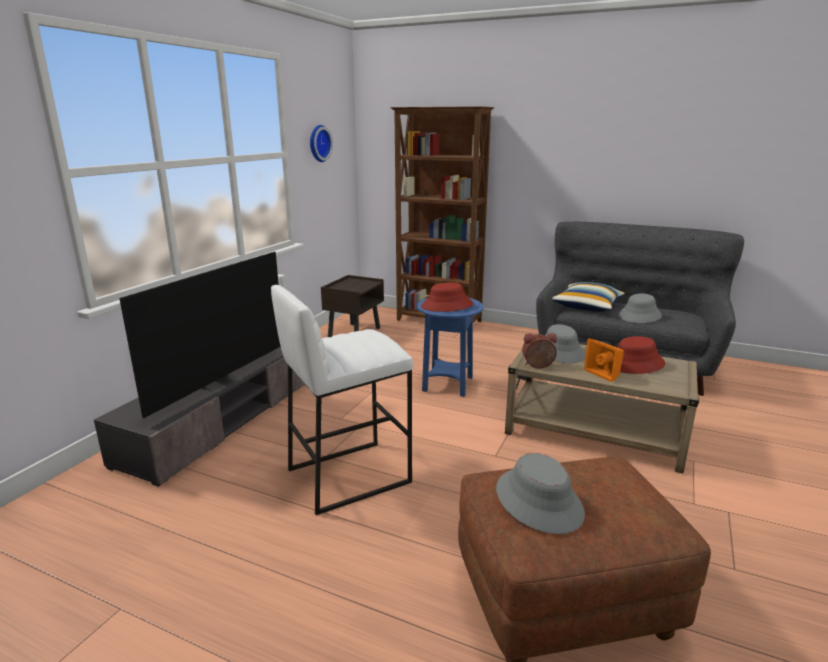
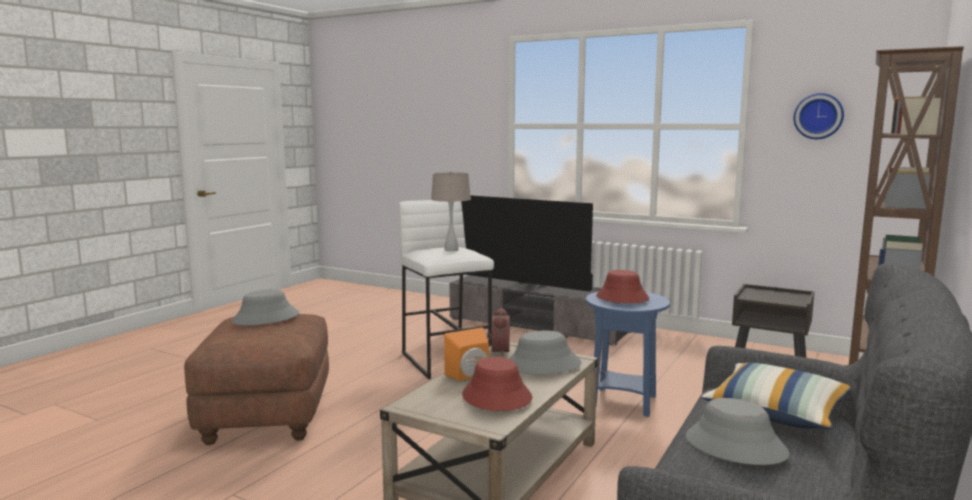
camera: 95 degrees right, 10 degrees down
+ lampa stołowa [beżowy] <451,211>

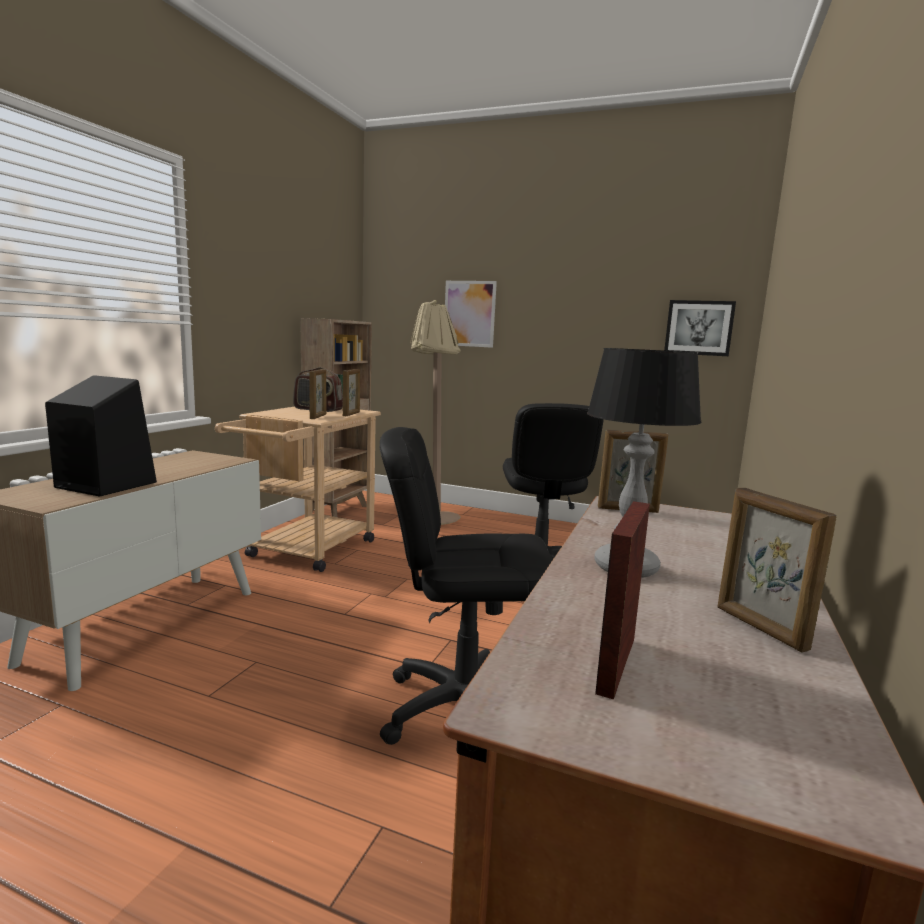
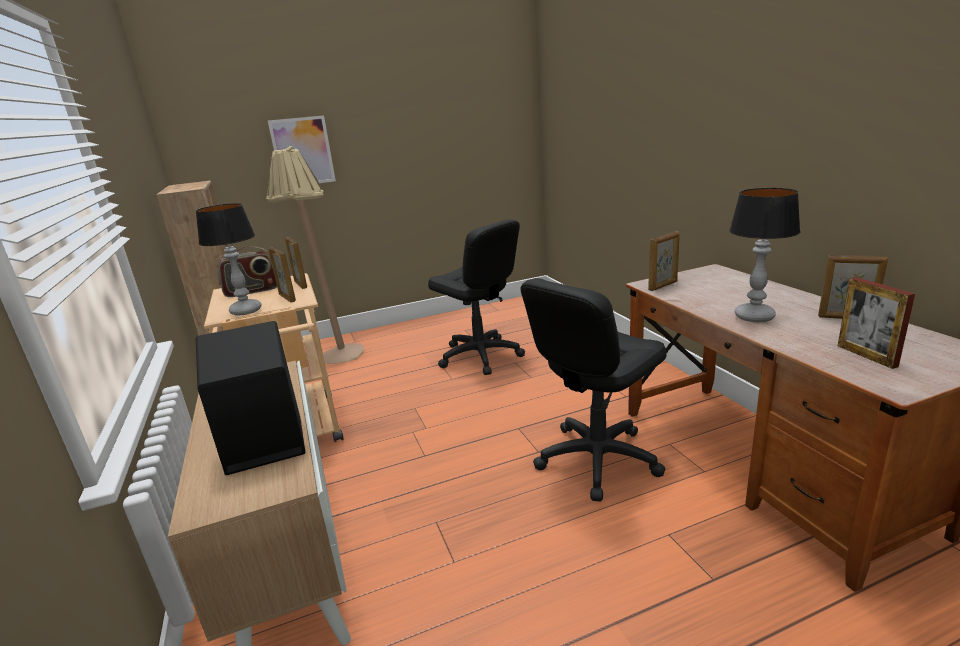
camera: 40 degrees left, 10 degrees up
- obraz <700,328>
+ lampa stołowa <229,259>

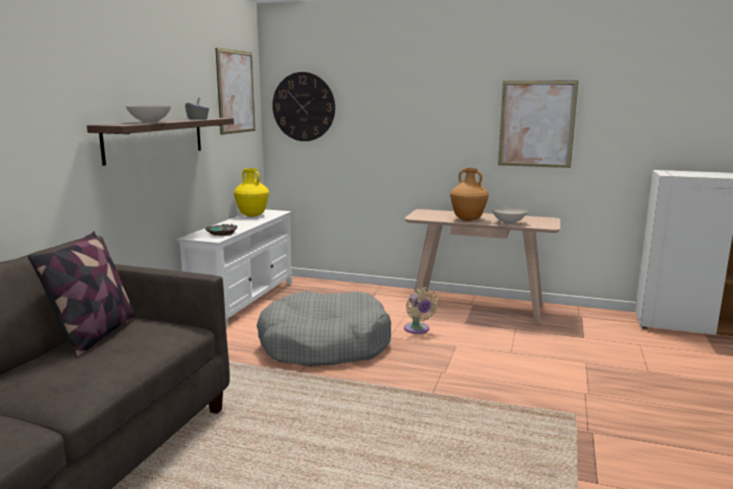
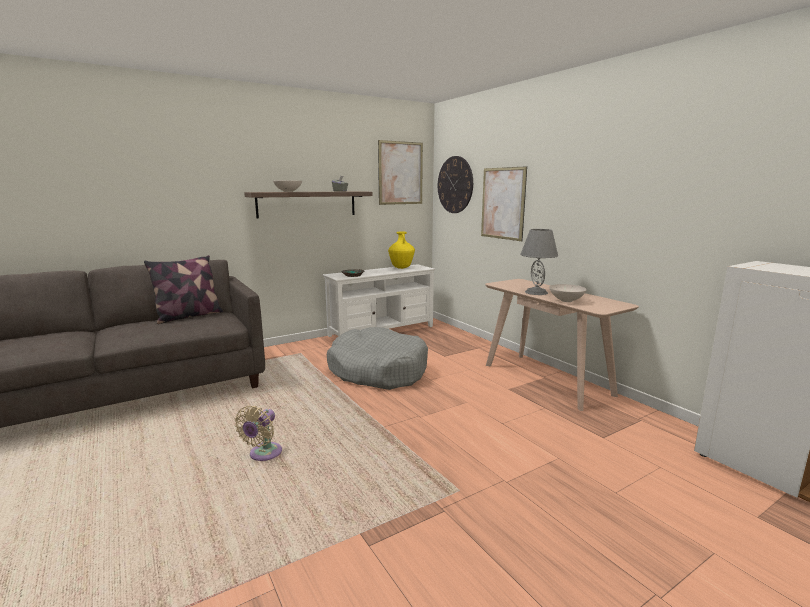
camera: 40 degrees right, 0 degrees up
~ obraz <538,124> to <504,203>
~ wazon [brązowy] <469,194> to lampa stołowa [szary] <539,262>
~ wentylator [beżowy] <421,310> to <258,433>

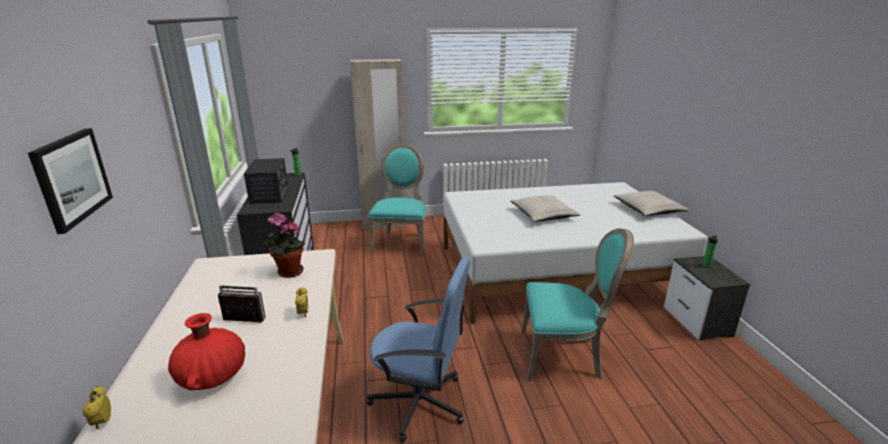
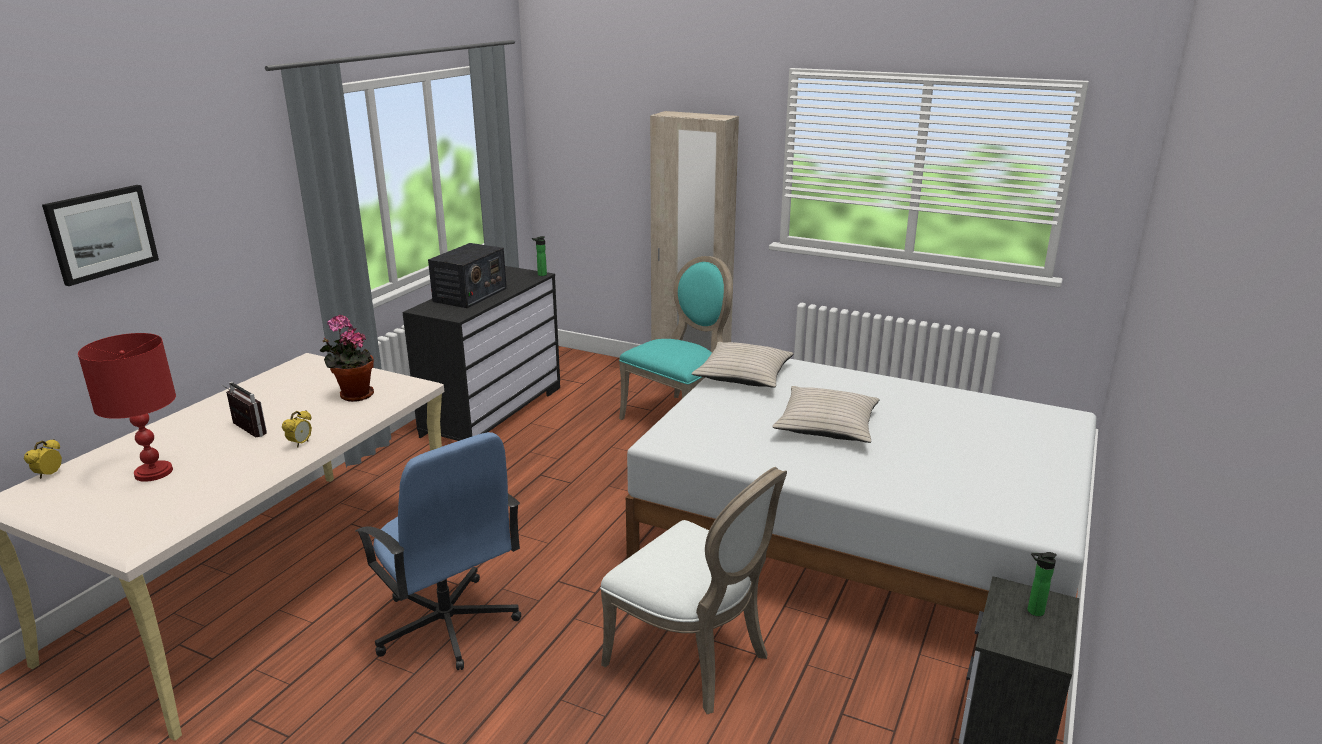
camera: 35 degrees right, 0 degrees up
~ poduszka [beżowy] <651,203> to <743,365>
~ krzesło [turkusowy] <577,304> to krzesło [biały] <693,590>
~ wazon [czerwony] <206,351> to lampa stołowa [czerwony] <127,407>

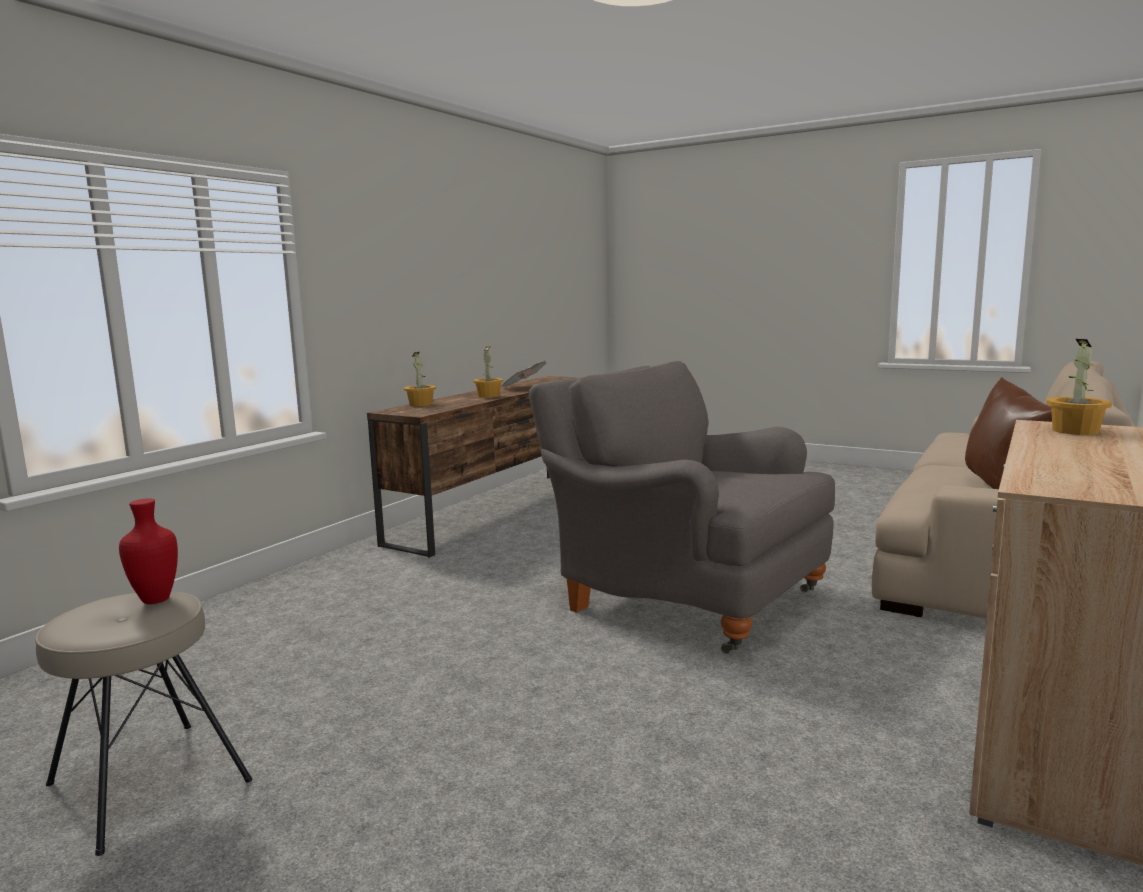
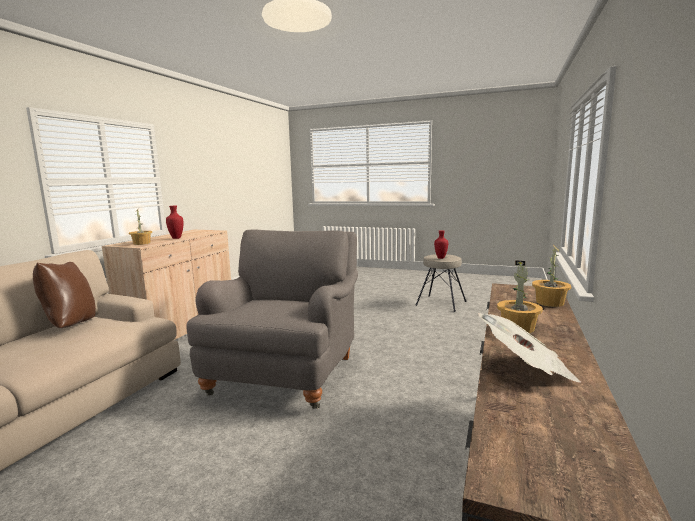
camera: 170 degrees right, 0 degrees up
~ fotel [szary] <681,507> = <272,319> 105 degrees counterclockwise
+ wazon [czerwony] <174,222>

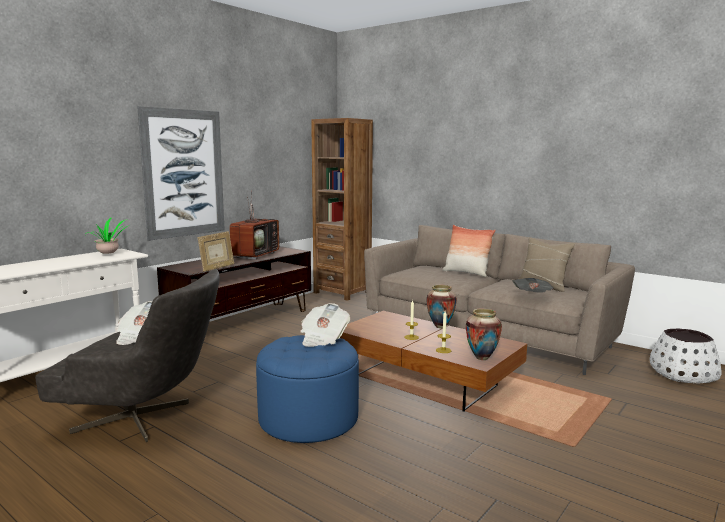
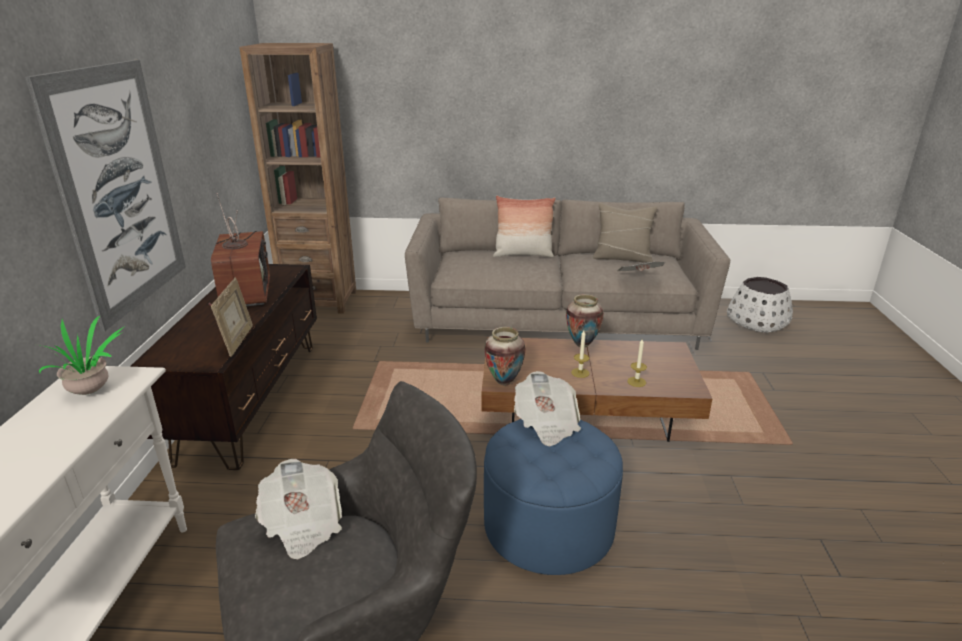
camera: 35 degrees left, 15 degrees up
~ wazon <484,334> to <505,356>

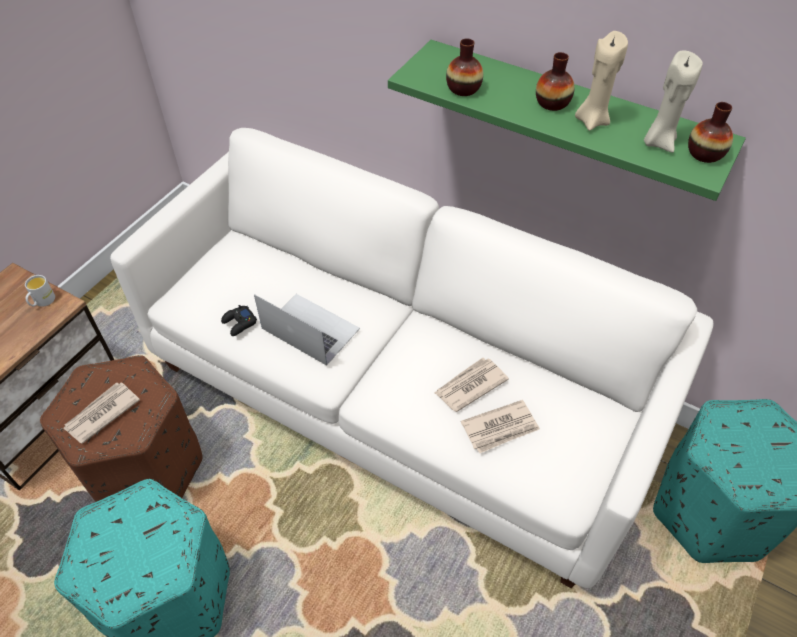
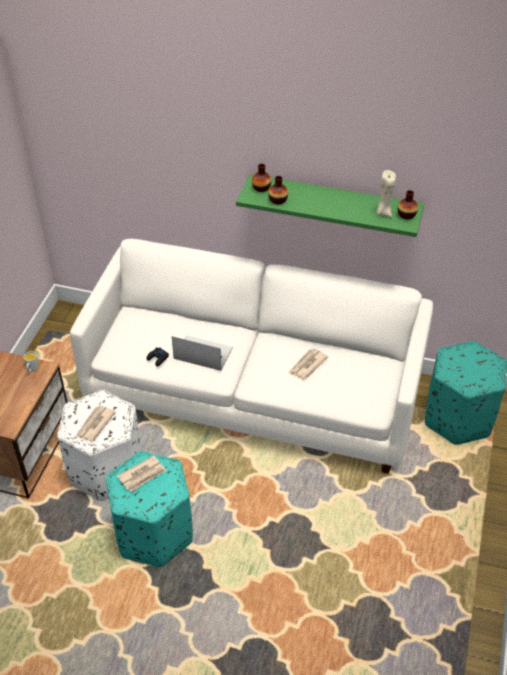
camera: 15 degrees left, 5 degrees down
- świeca [beżowy] <601,81>
~ wazon <555,81> to <261,178>
~ pufa [brązowy] <121,428> to pufa [biały] <99,445>
~ gazeta <500,426> to <142,473>

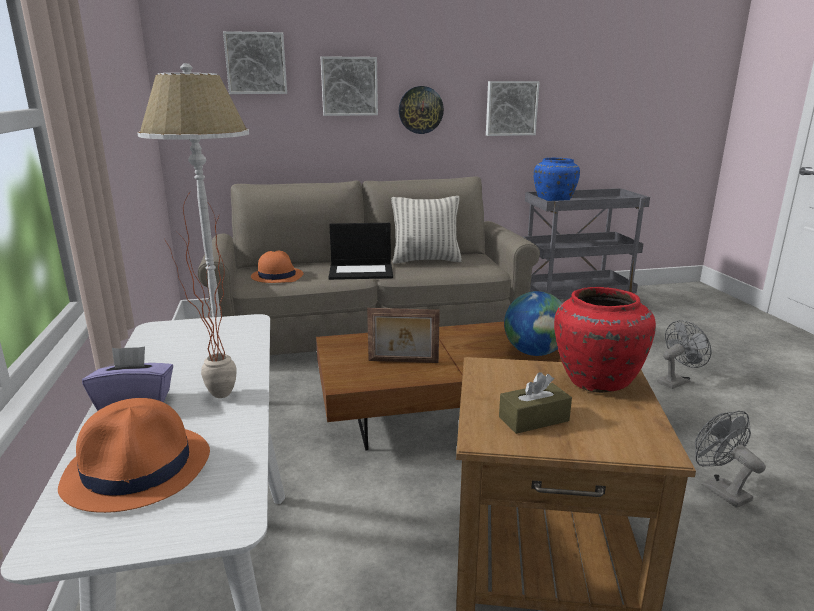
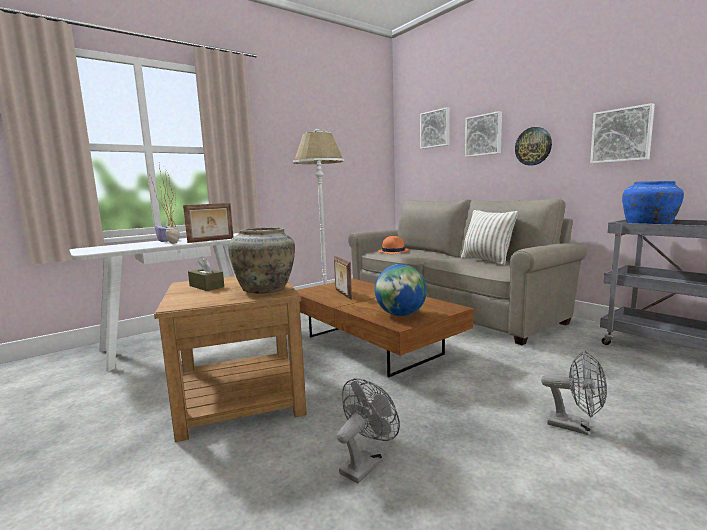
camera: 65 degrees right, 10 degrees down
- laptop <361,251>
~ wazon [czerwony] <605,340> to wazon [beżowy] <261,260>
- kapelusz [pomarańczowy] <134,455>
+ ramka na zdjęcie <208,223>

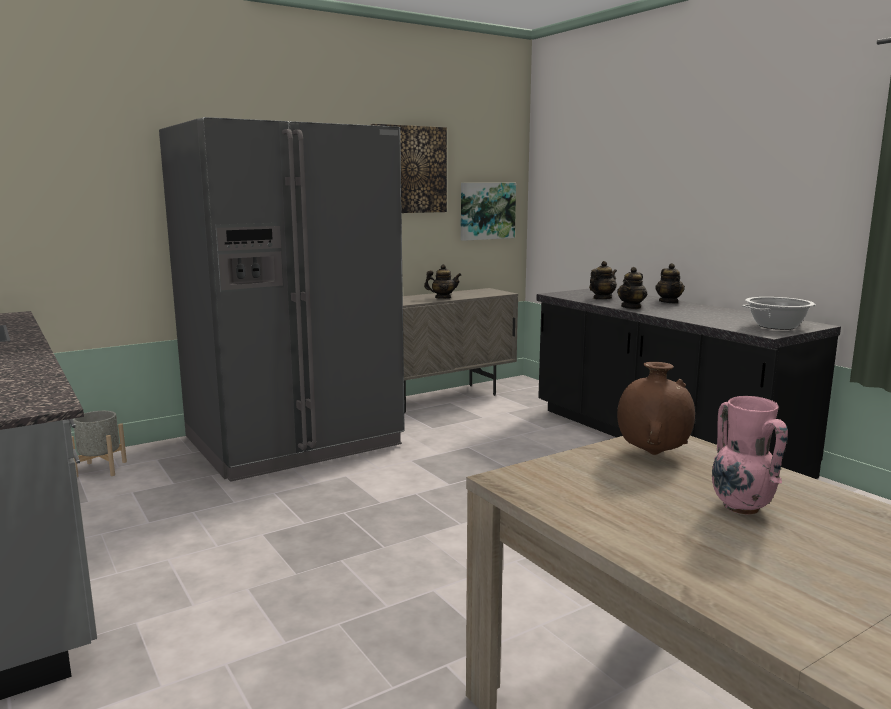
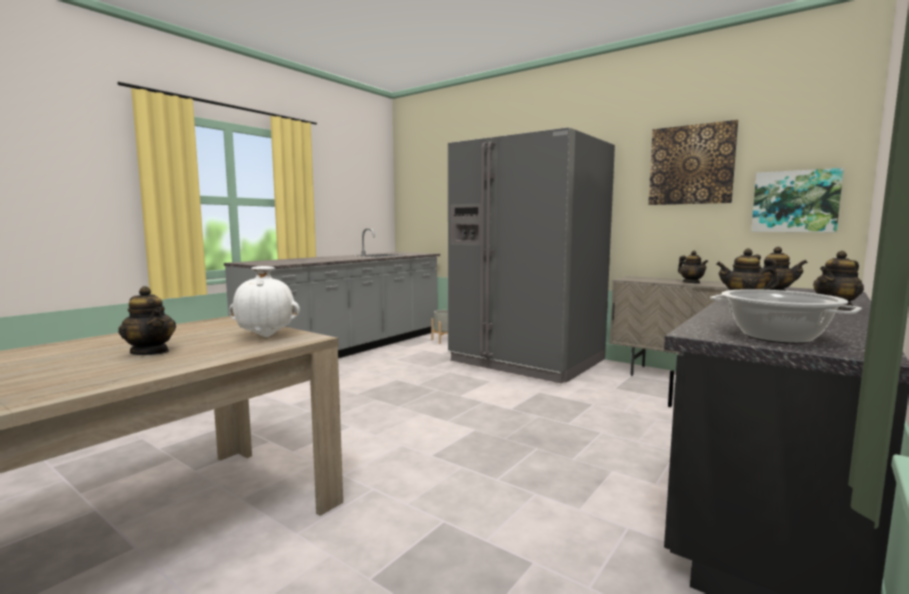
camera: 70 degrees right, 5 degrees down
~ wazon [brązowy] <656,408> to wazon [biały] <264,301>
~ wazon [różowy] <750,455> to imbryk <147,320>

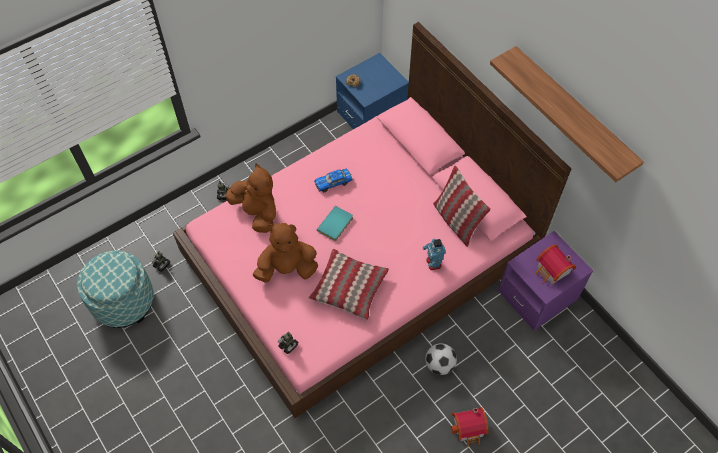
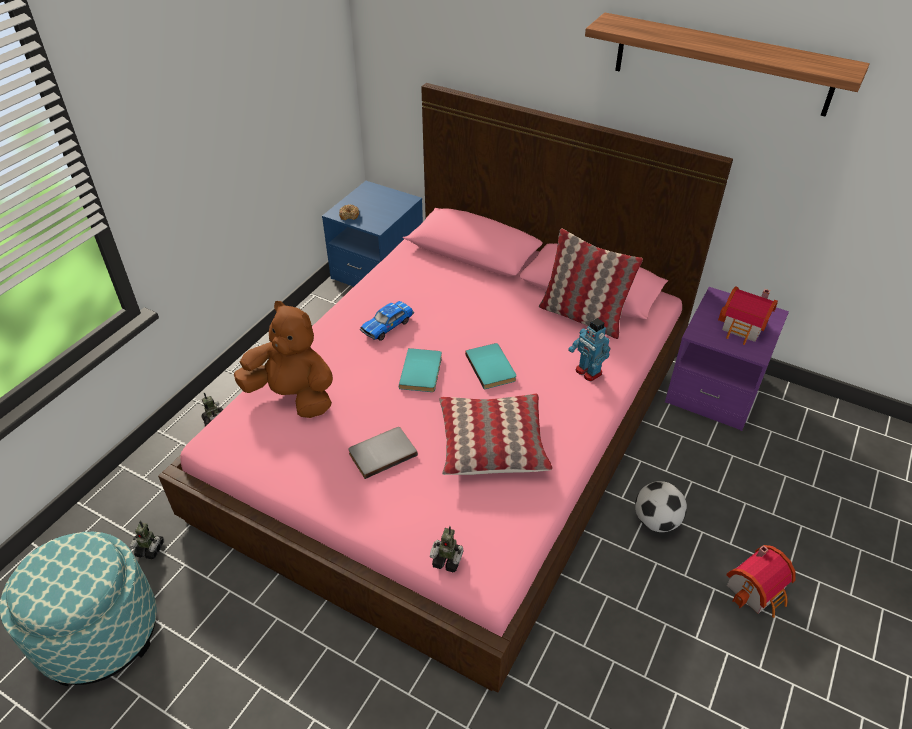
camera: 25 degrees left, 15 degrees down
~ pluszak [brązowy] <285,252> to książka [szary] <383,453>
+ książka [turkusowy] <490,366>

